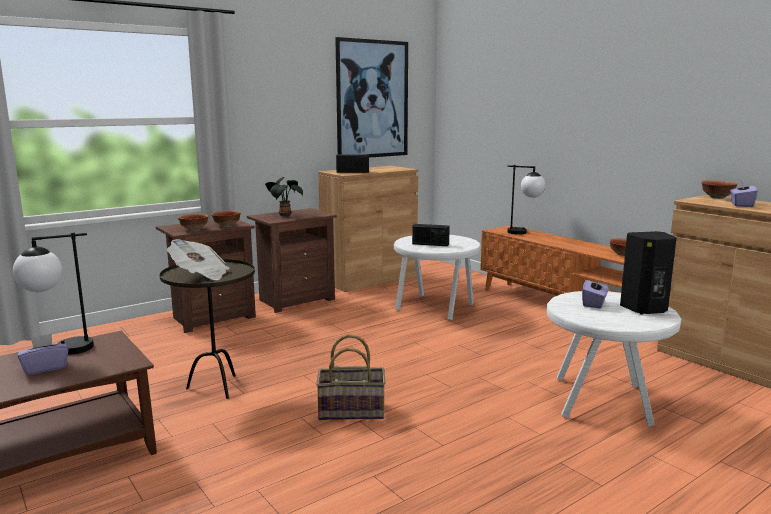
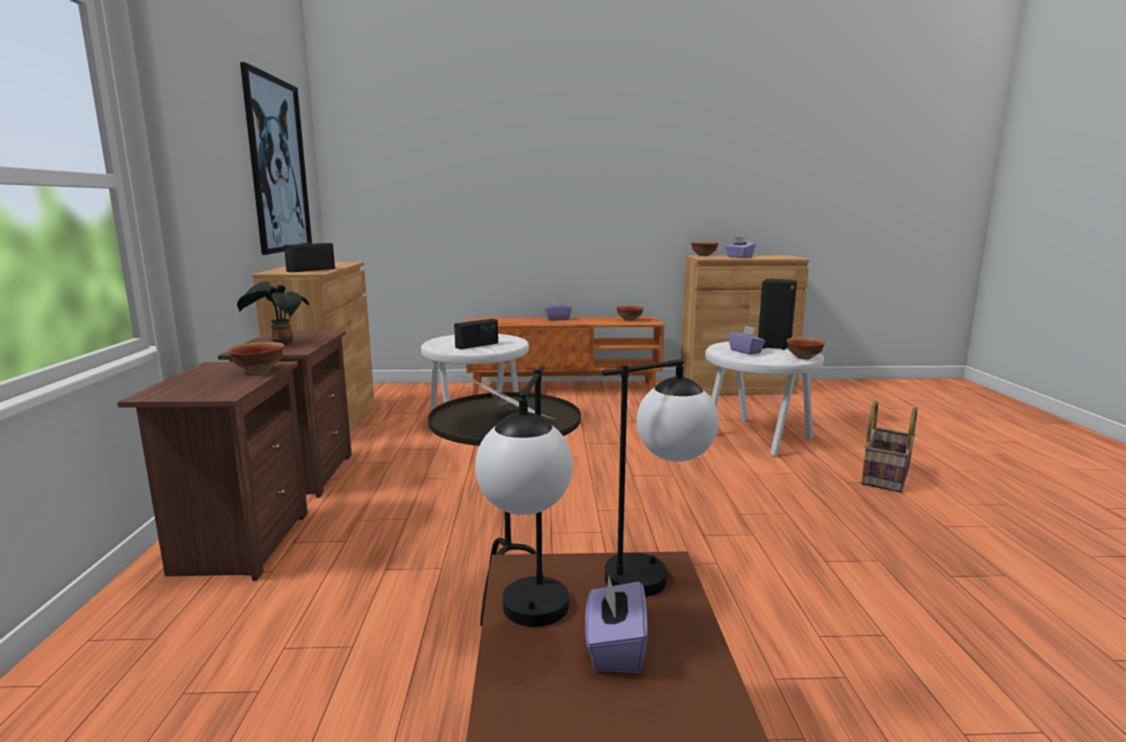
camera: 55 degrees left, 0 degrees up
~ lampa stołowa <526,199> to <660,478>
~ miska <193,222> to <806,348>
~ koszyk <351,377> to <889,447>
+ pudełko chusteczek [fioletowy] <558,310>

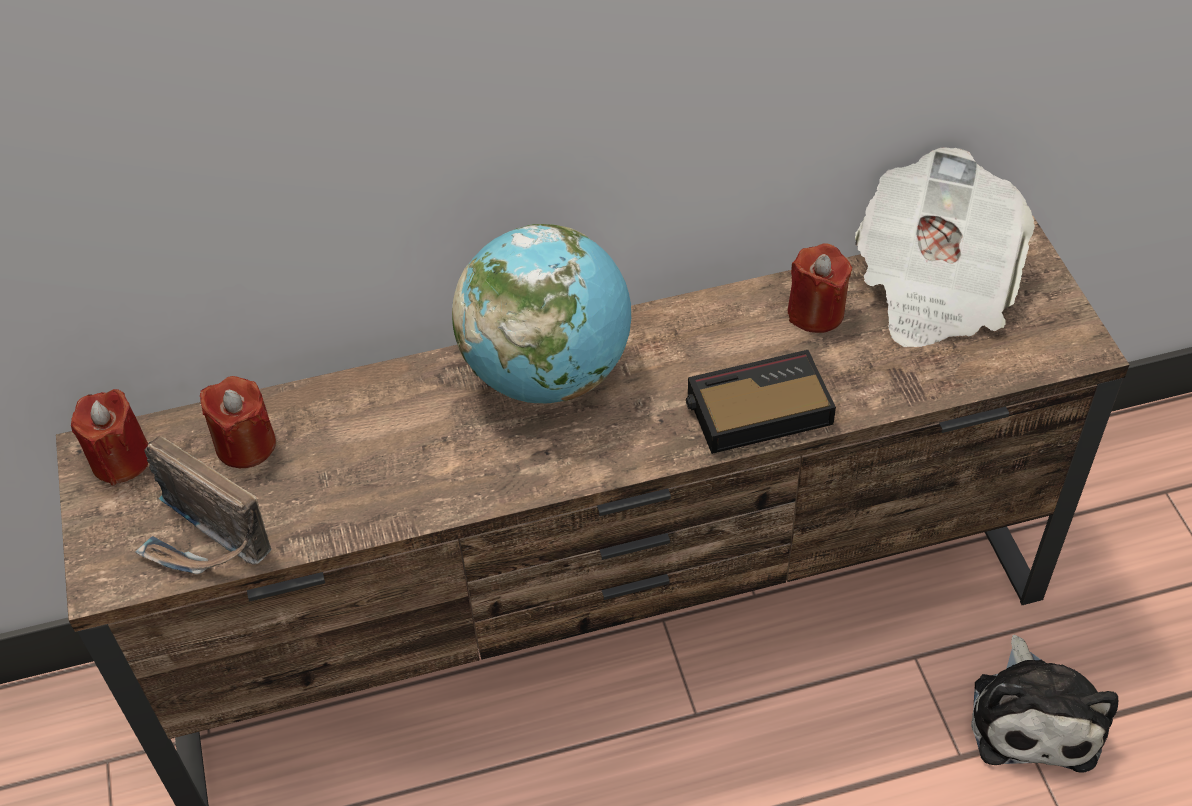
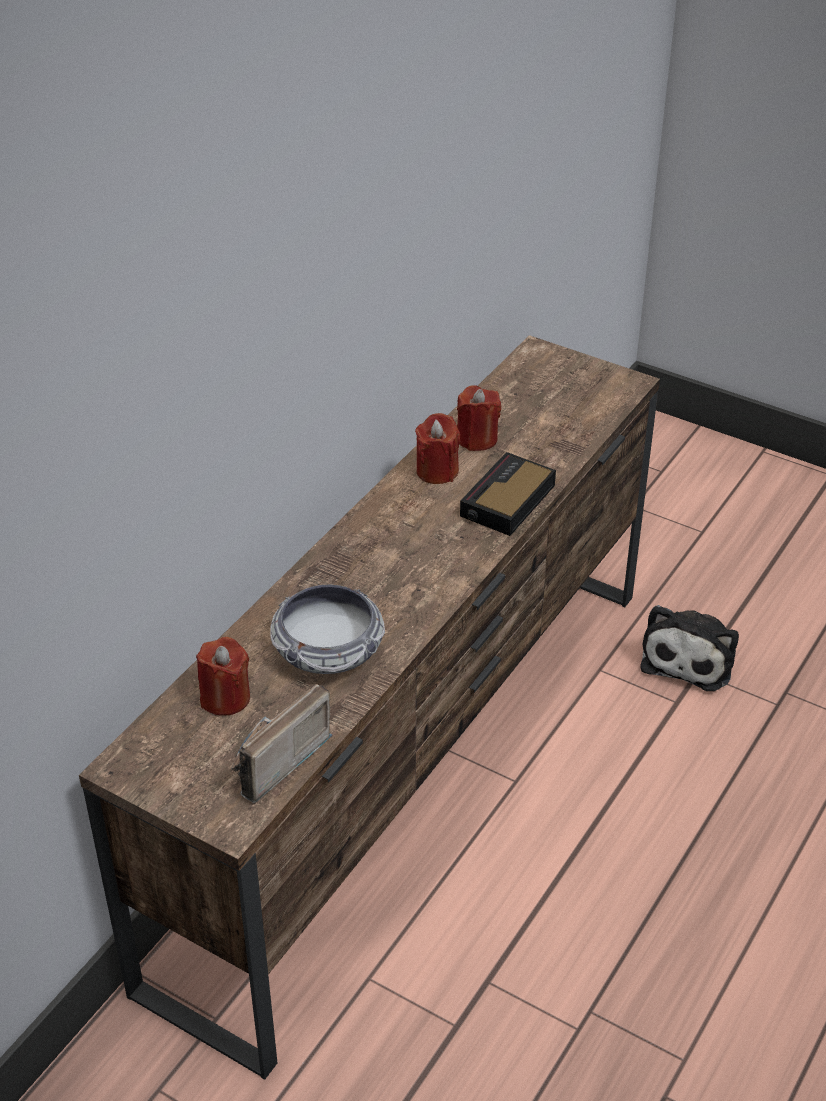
camera: 45 degrees left, 10 degrees down
- gazeta <945,247>
- globus <541,313>
~ świeca [czerwony] <109,437> to <437,448>
~ radio <203,505> = <281,743> 135 degrees clockwise
~ pluszak <1044,704> = <689,648> 60 degrees clockwise
+ miska <327,629>

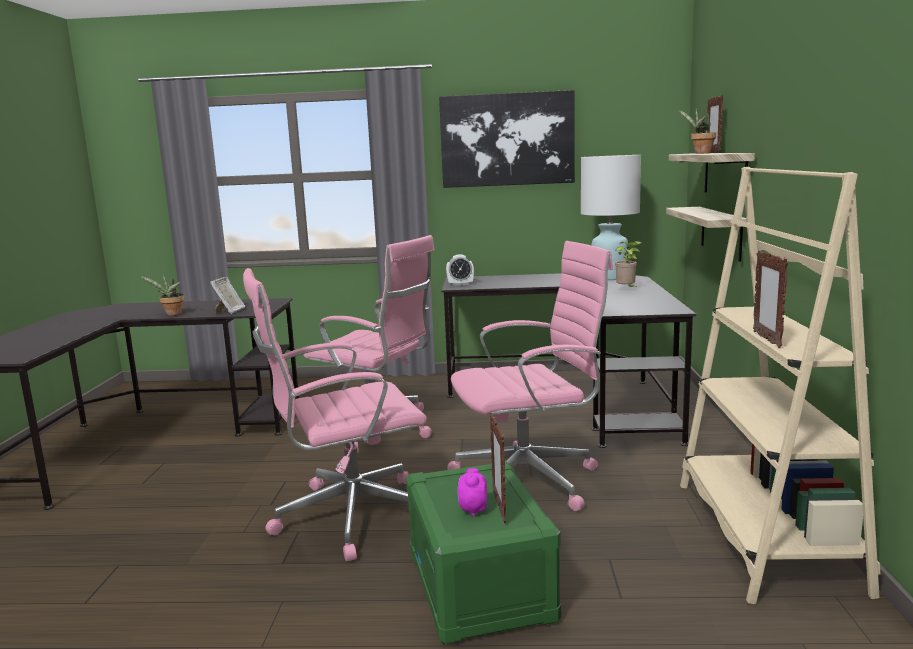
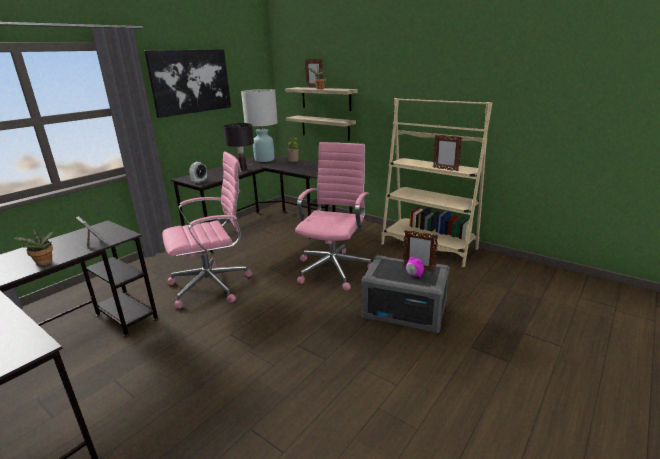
camera: 55 degrees left, 10 degrees up
- krzesło biurowe [różowy] <335,414>
~ pojemnik do przechowywania [zielony] <483,552> to pojemnik do przechowywania [szary] <405,294>
+ lampa stołowa [czarny] <238,147>

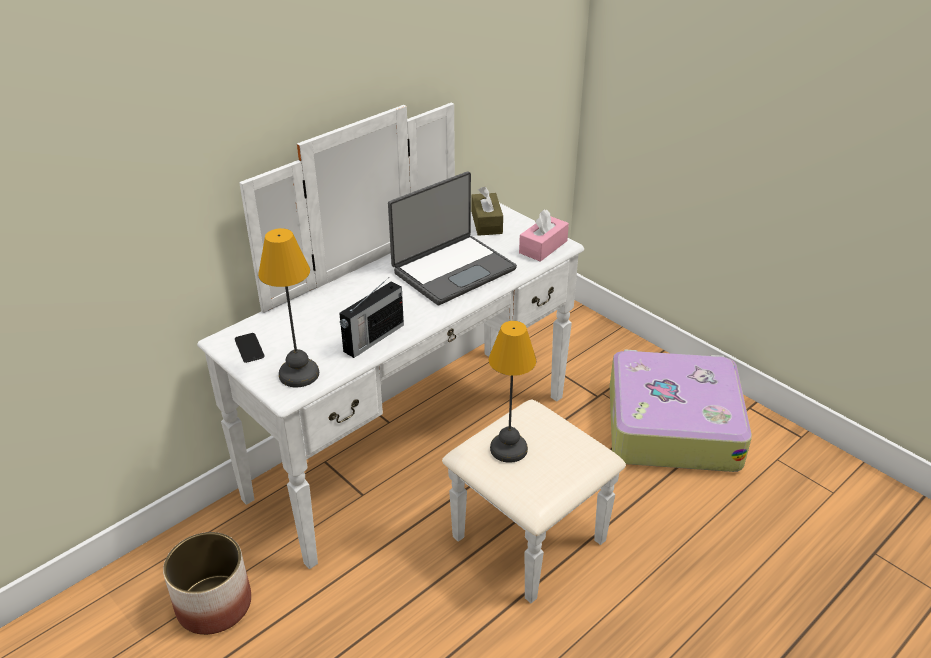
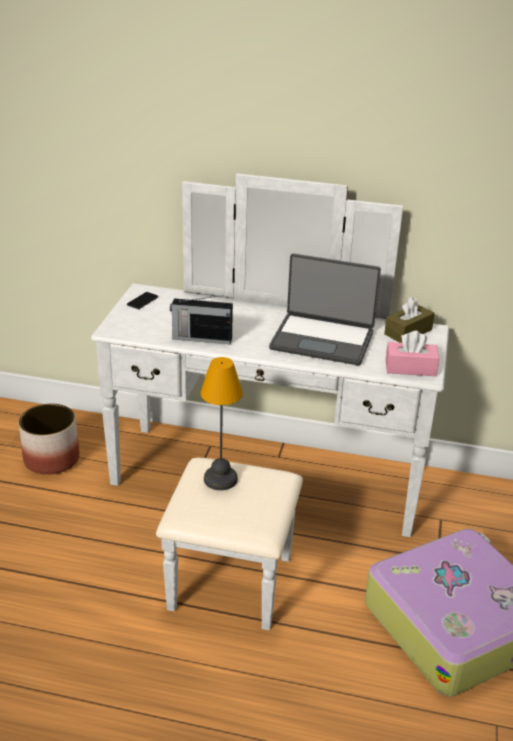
camera: 55 degrees right, 5 degrees down
- lampa stołowa <288,308>

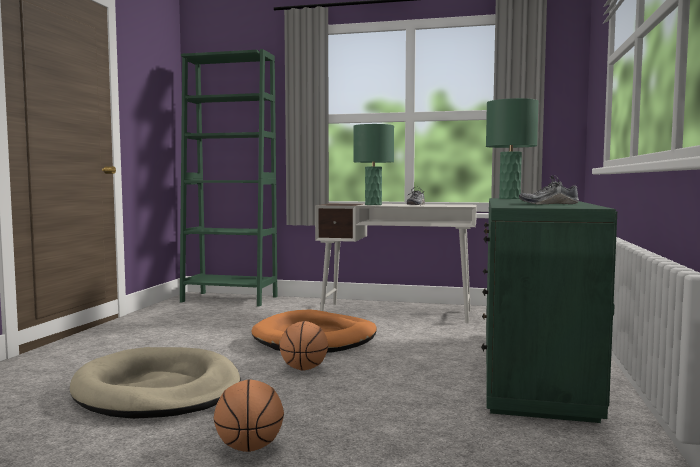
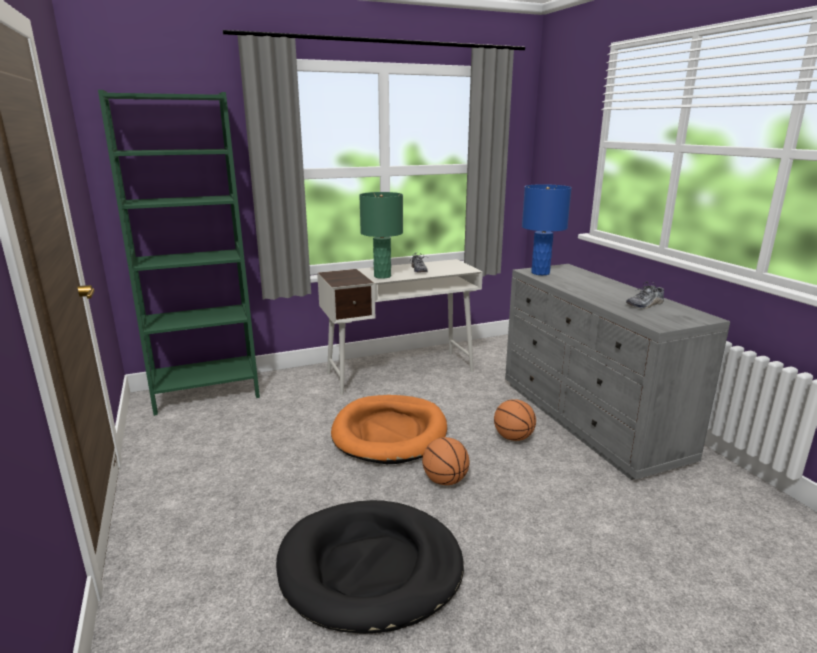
camera: 35 degrees left, 15 degrees up
~ lampa stołowa [zielony] <512,148> to lampa stołowa [niebieski] <547,229>
~ komoda [zielony] <549,310> to komoda [szary] <617,372>
~ legowisko [beżowy] <155,383> to legowisko [czarny] <370,567>
~ piłka do koszykówki <249,415> to <515,420>

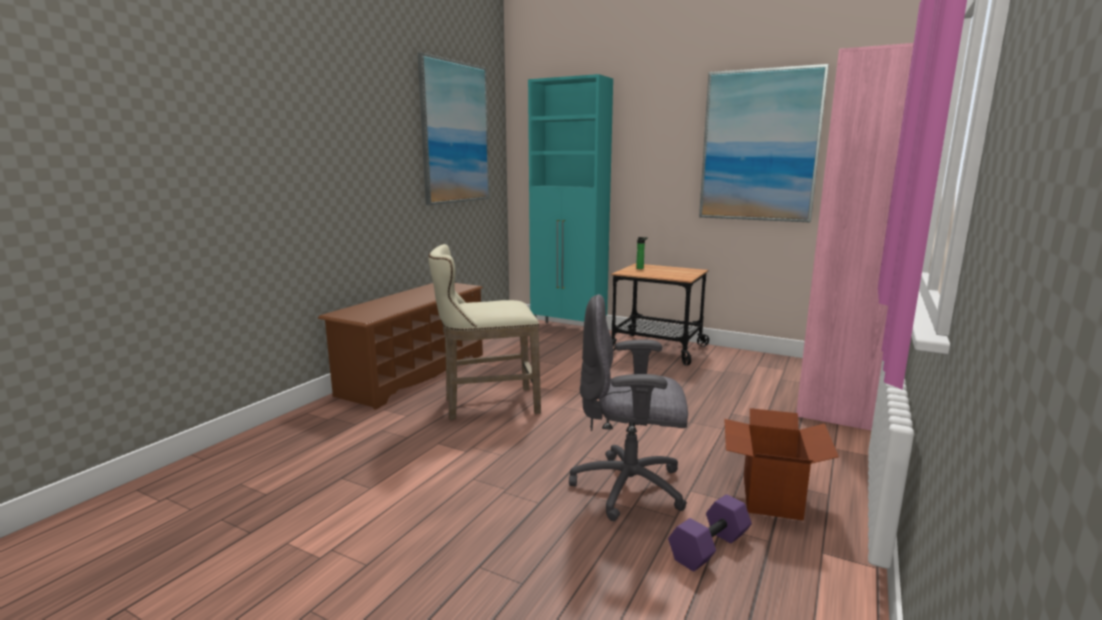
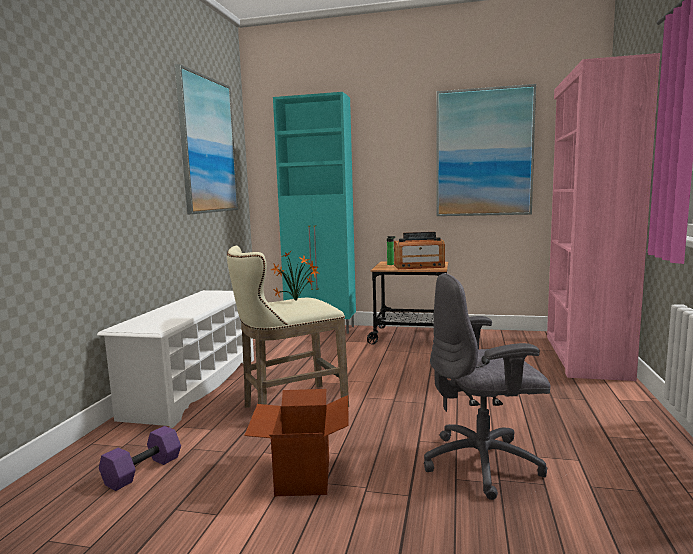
camera: 15 degrees left, 5 degrees down
~ regał na buty [brązowy] <400,346> to regał na buty [biały] <175,359>
~ karton <781,464> to <296,442>
~ hantel [fioletowy] <710,533> to <140,458>
+ radio <419,250>
+ roślina doniczkowa <295,276>

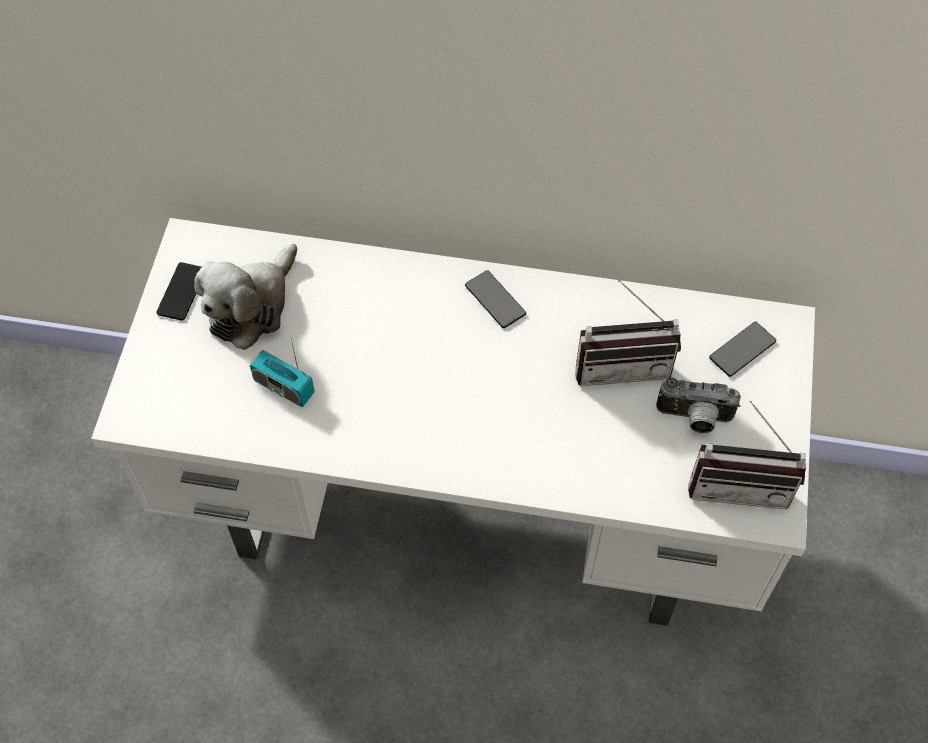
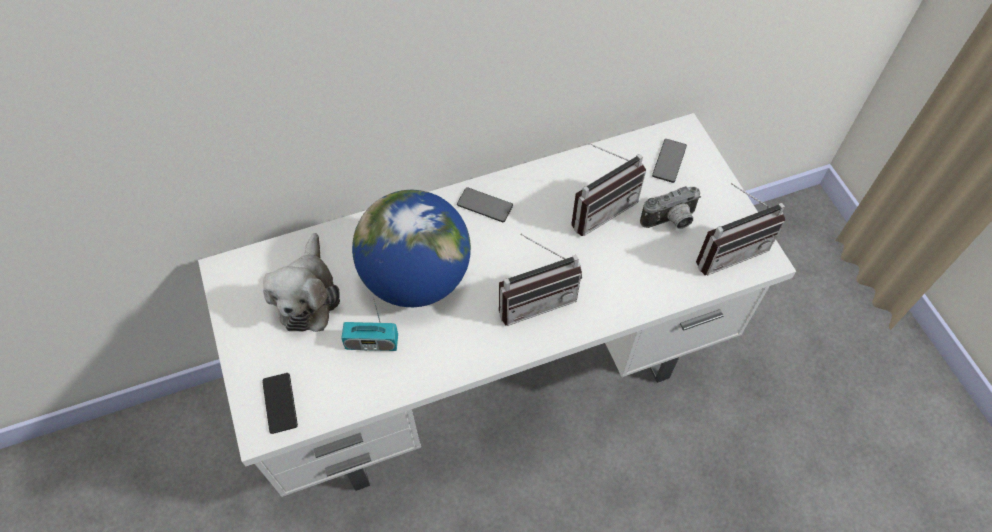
camera: 30 degrees left, 0 degrees up
~ telefon <178,291> to <280,403>
+ globus <411,248>
+ radio <540,280>

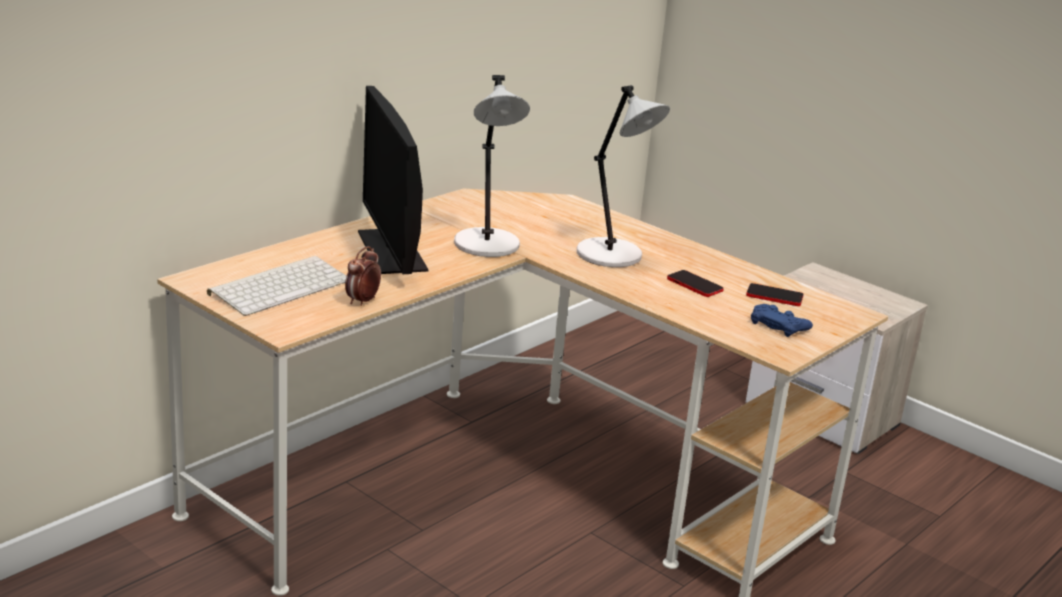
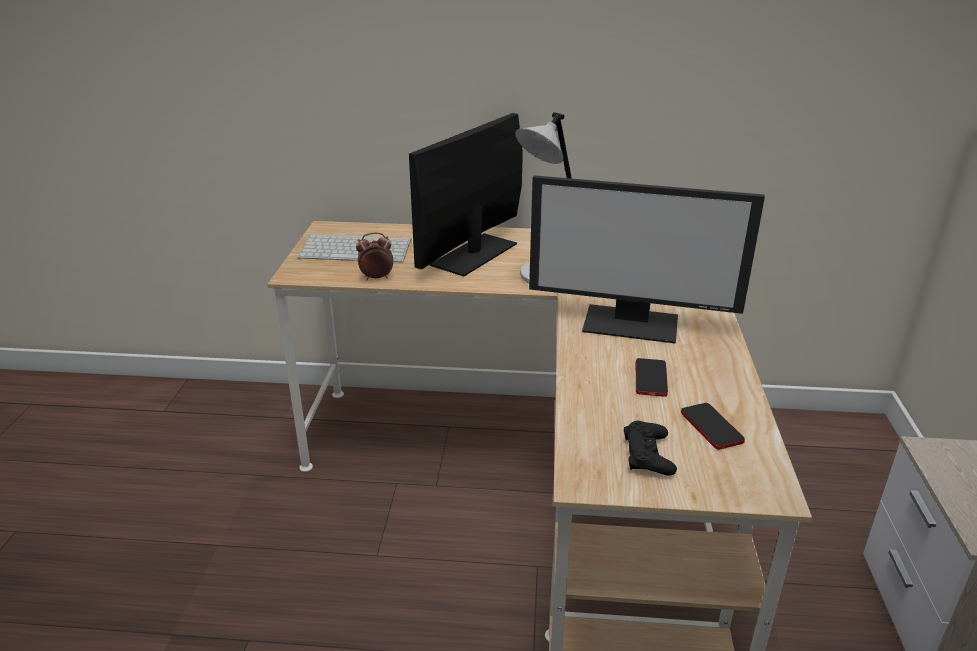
camera: 55 degrees right, 5 degrees up
~ lampa stołowa [szary] <623,176> to monitor <647,259>
~ pad do gier [niebieski] <782,320> to pad do gier [czarny] <650,448>

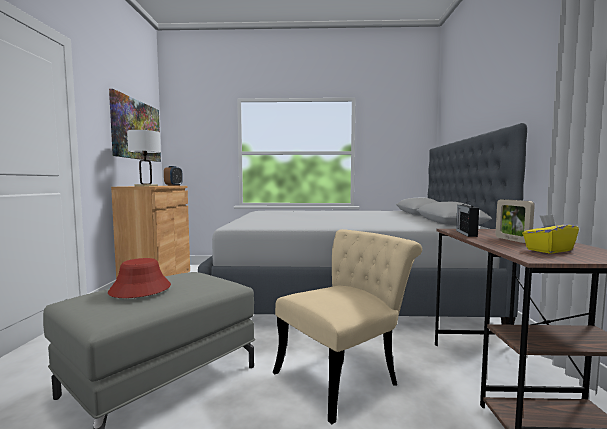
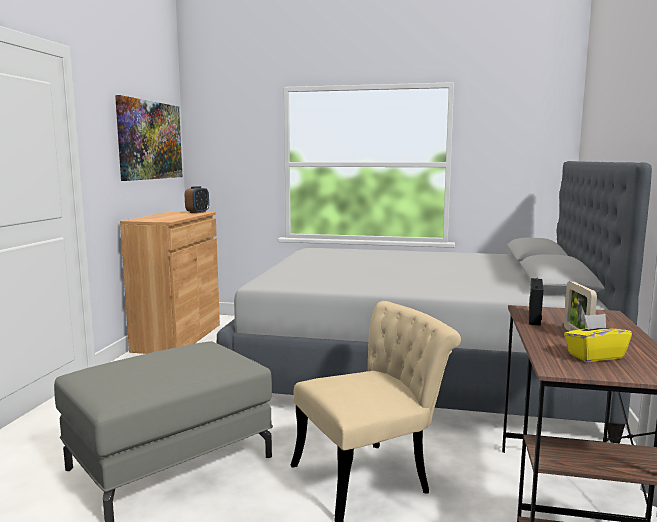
camera: 10 degrees right, 5 degrees up
- lampa stołowa [biały] <144,158>
- kapelusz [czerwony] <139,278>

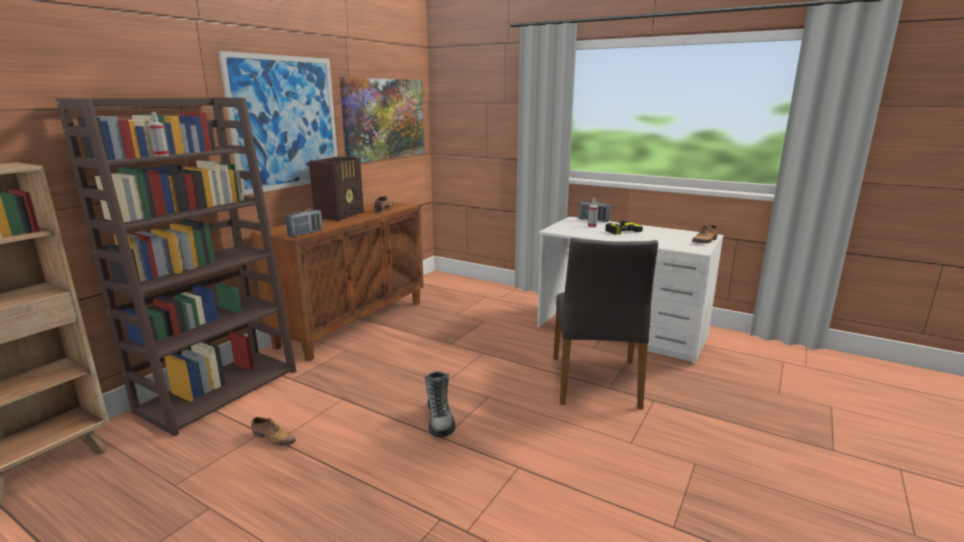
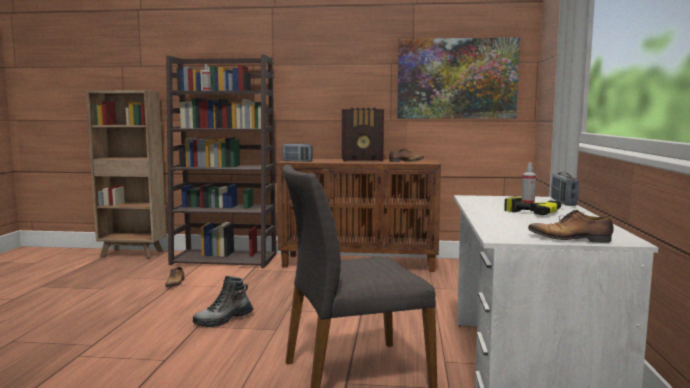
camera: 65 degrees right, 10 degrees down
- obraz <278,123>

